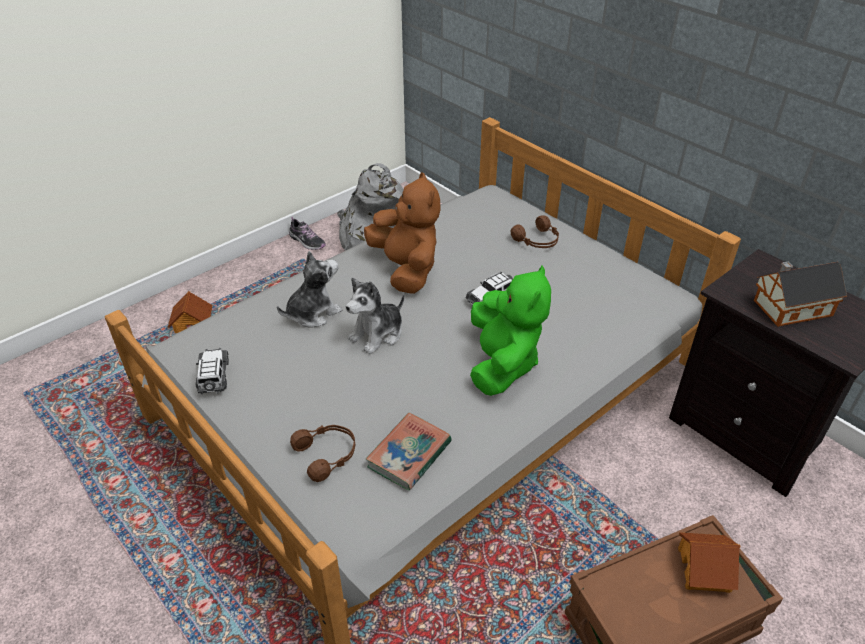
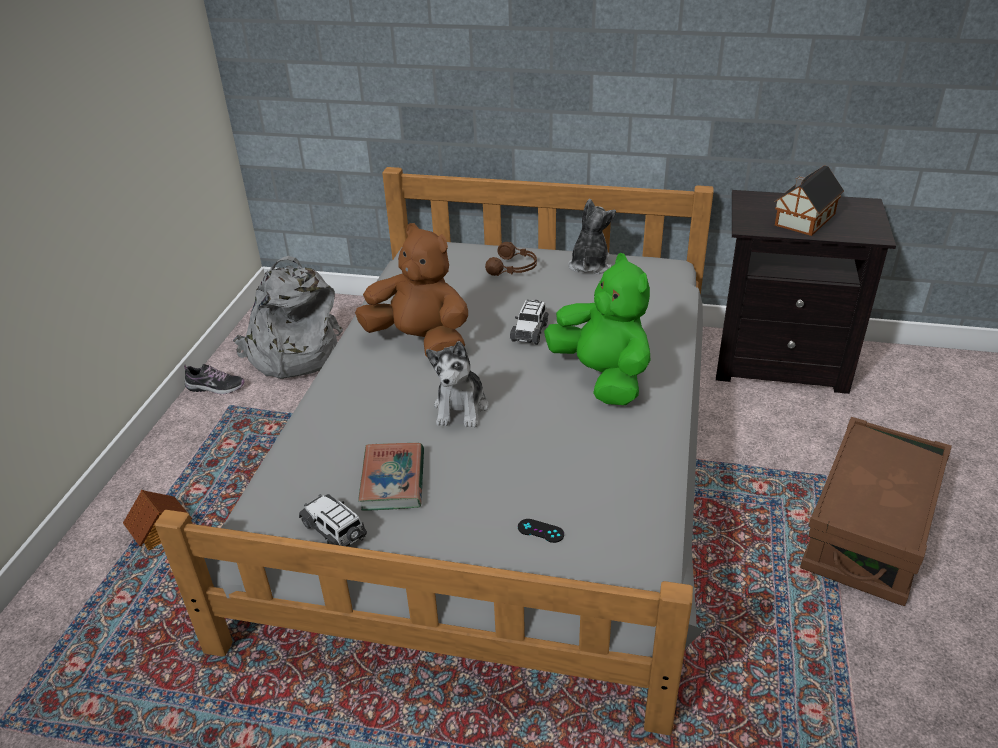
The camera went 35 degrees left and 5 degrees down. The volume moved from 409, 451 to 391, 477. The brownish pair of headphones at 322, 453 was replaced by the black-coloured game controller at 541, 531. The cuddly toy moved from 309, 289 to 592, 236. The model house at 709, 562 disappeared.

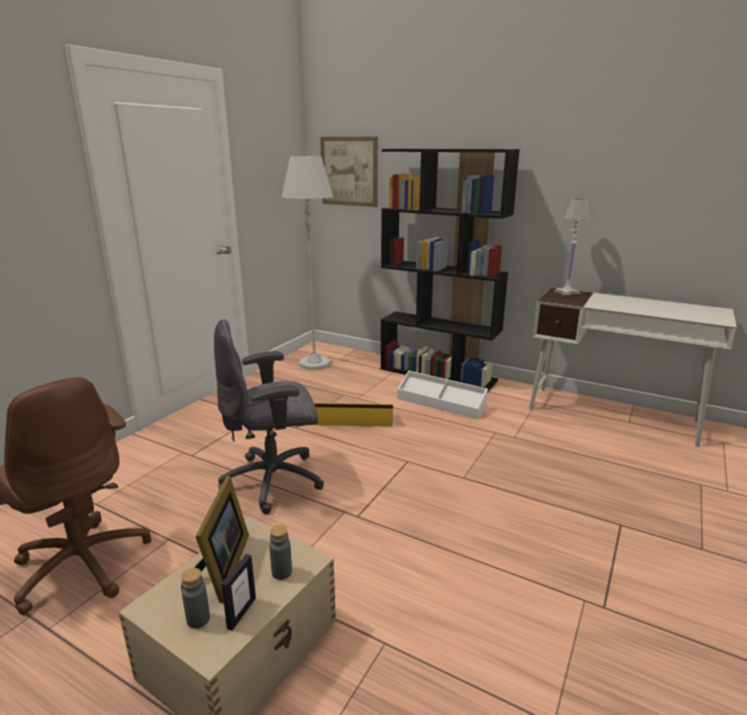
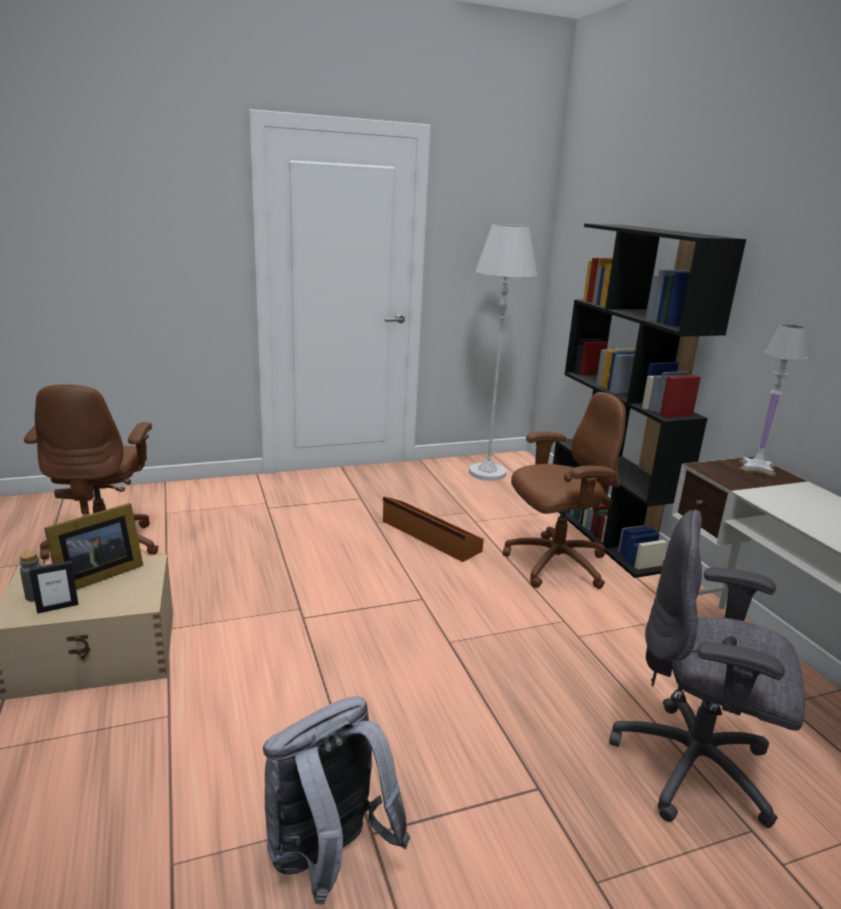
The camera went 40 degrees right and 0 degrees up. The grey backpack at 337, 800 appeared. The yellow storage container at 353, 415 became the brownish storage container at 433, 529. The white-coloured storage container at 442, 395 was replaced by the brownish desk chair at 564, 490. The grey desk chair moved from 269, 416 to 707, 669. The grey bottle at 280, 552 disappeared. The picture at 349, 171 disappeared.

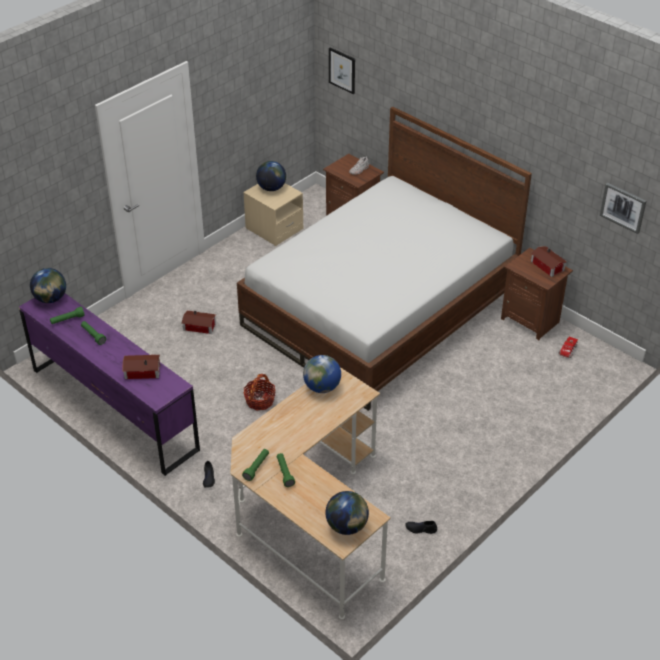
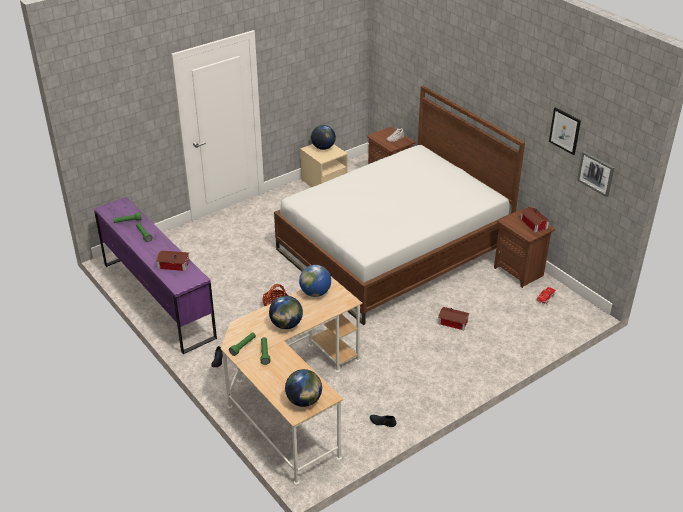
The camera went 10 degrees right and 5 degrees down. The world globe moved from 48, 285 to 286, 312. The model house moved from 199, 322 to 454, 318. The picture moved from 342, 70 to 565, 131.

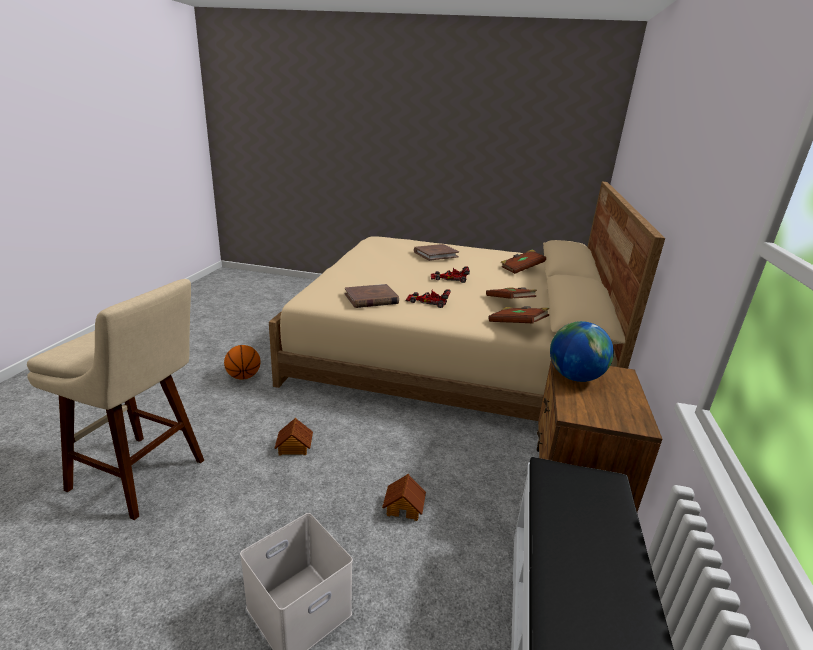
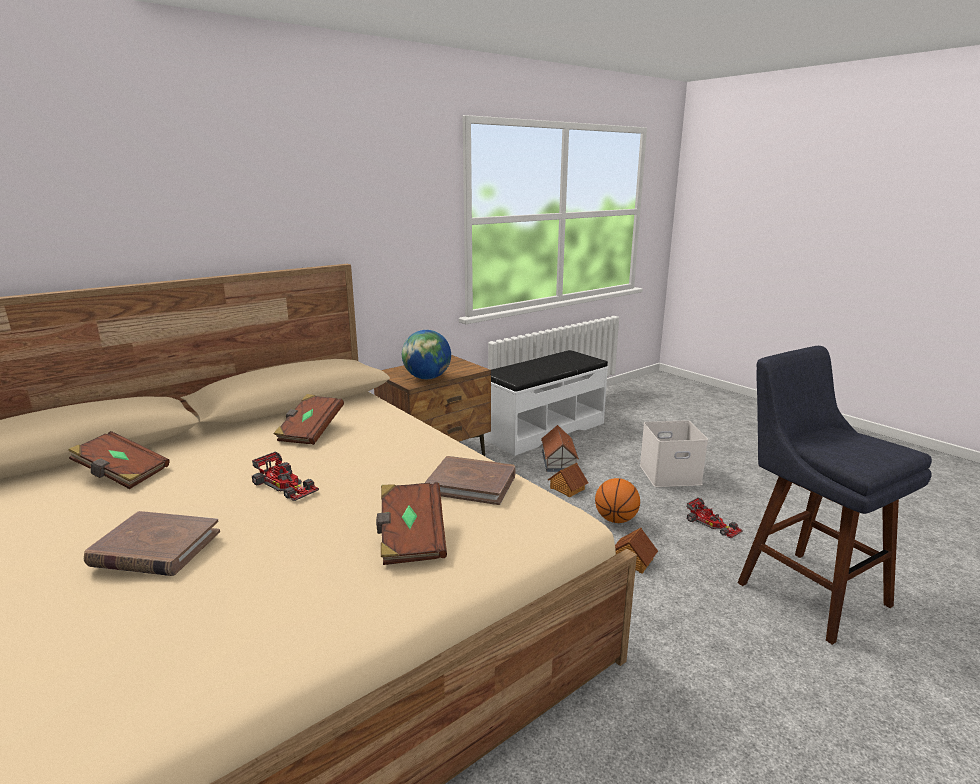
The camera went 140 degrees left and 5 degrees down. The brownish volume moved from 519, 314 to 411, 523. The model house at 560, 448 appeared. The basketball ball moved from 242, 362 to 617, 500. The miniature car moved from 428, 298 to 714, 517. The beige-coloured stool at 115, 399 became the blue-coloured stool at 835, 495.

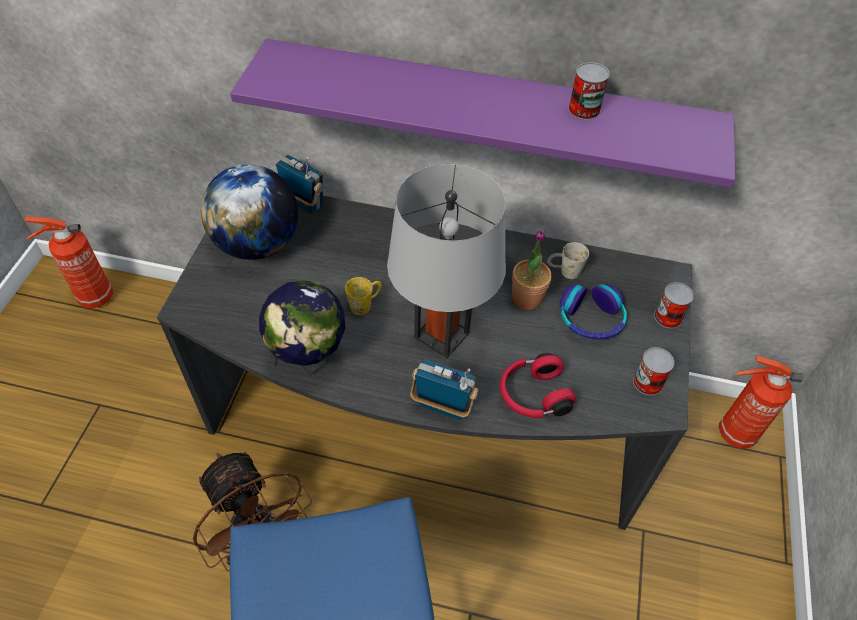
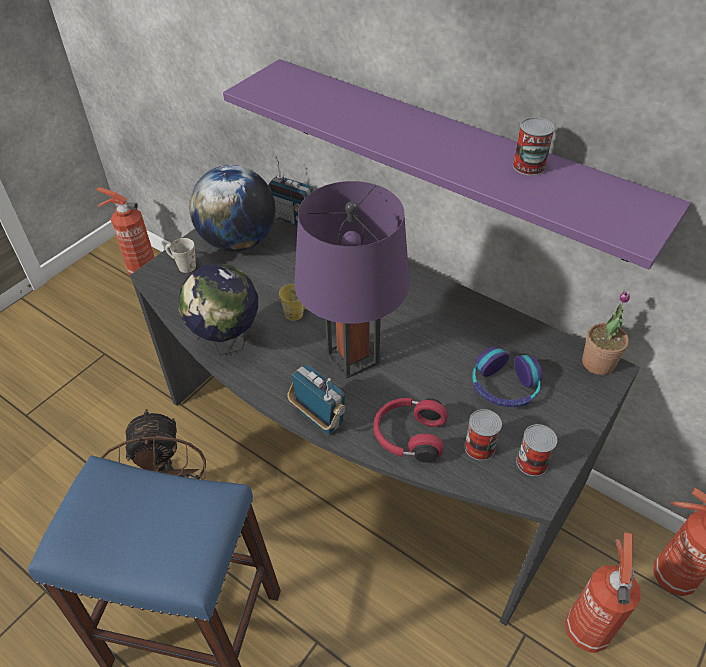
The camera went 25 degrees right and 5 degrees down. The white-coloured mug moved from 568, 260 to 180, 255. The radio at 300, 184 turned 150 degrees clockwise. The grey tabletop lamp at 446, 261 became the purplish tabletop lamp at 352, 280. The sealed can moved from 674, 305 to 483, 435. The fire-fighting cylinder at 603, 592 appeared. The houseplant moved from 532, 270 to 606, 333.

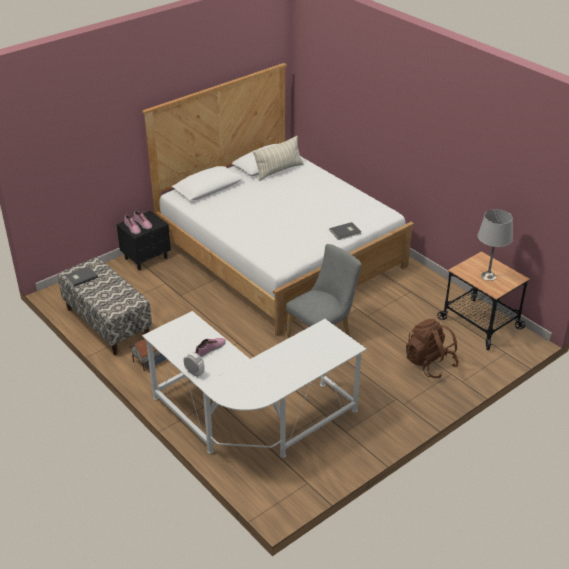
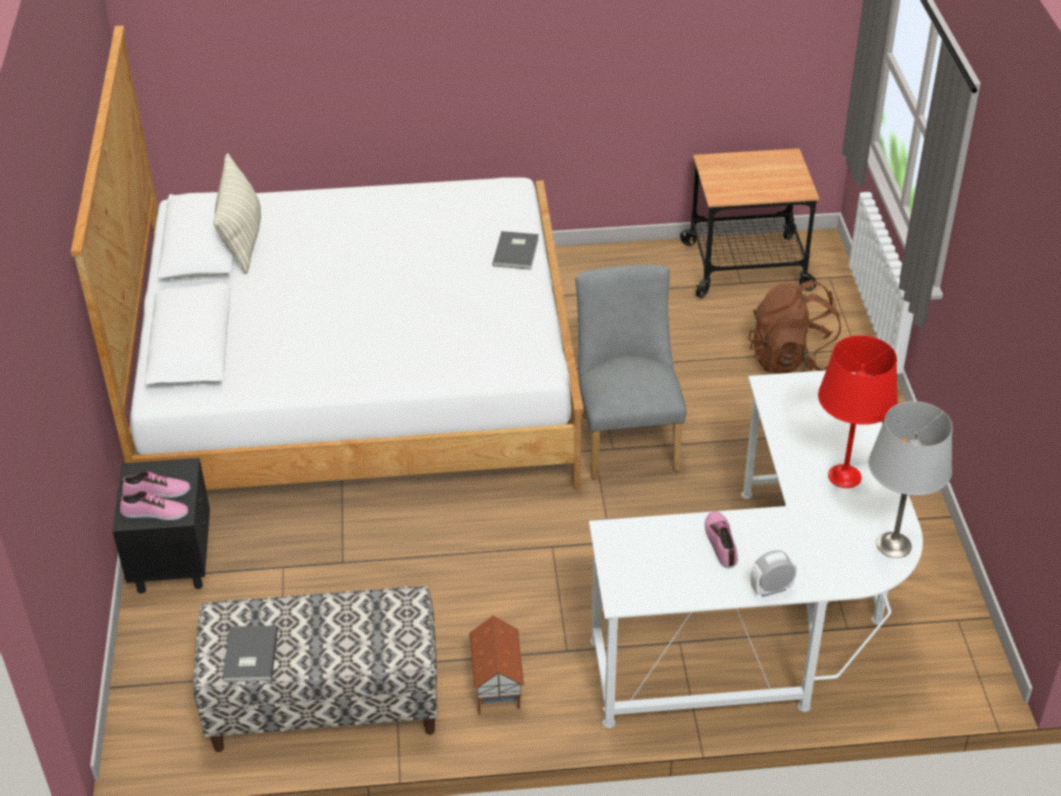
The camera went 55 degrees left and 5 degrees up. The reddish tabletop lamp at 858, 411 appeared. The grey tabletop lamp moved from 495, 245 to 910, 479.

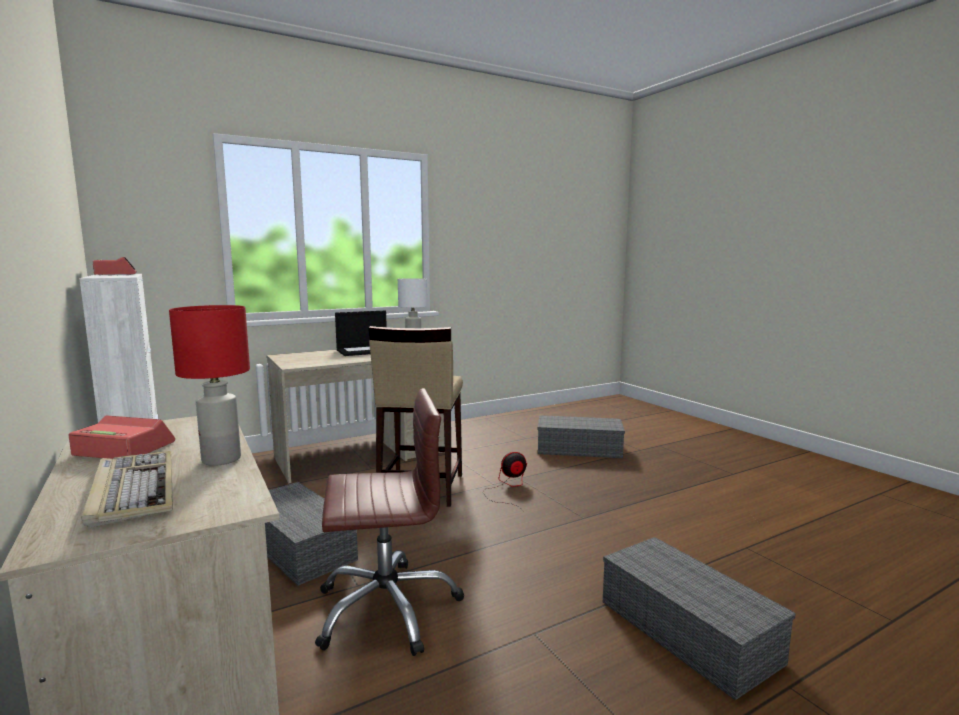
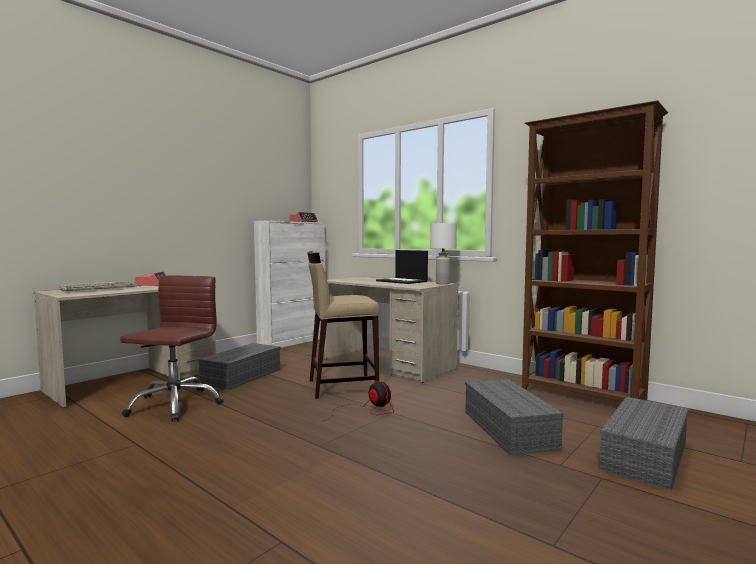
The camera went 70 degrees right and 5 degrees down. The brownish desk chair at 389, 522 turned 135 degrees counterclockwise. The brownish shelving unit at 595, 251 appeared. The grey storage container moved from 699, 618 to 644, 444. The reddish tabletop lamp at 209, 385 disappeared.

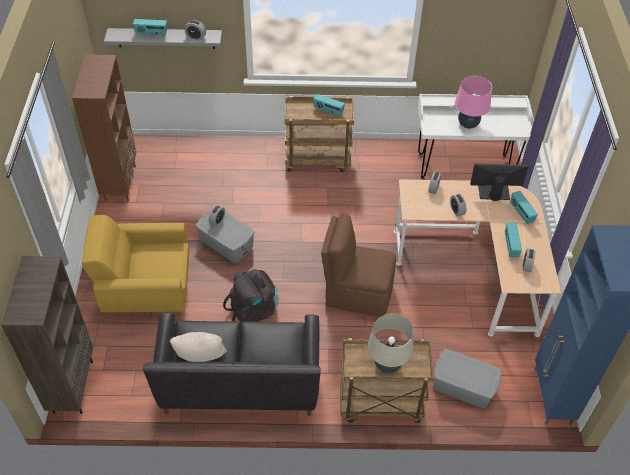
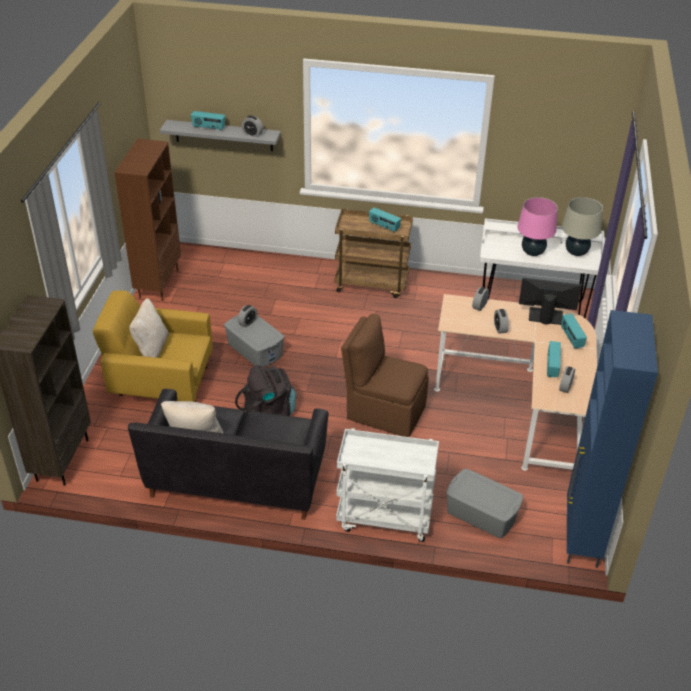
The camera went 10 degrees right and 10 degrees down. The beige-coloured throw pillow at 149, 328 appeared. The brownish wheeled cart at 387, 380 became the white-coloured wheeled cart at 387, 485. The beige-coloured tabletop lamp moved from 391, 343 to 582, 226.

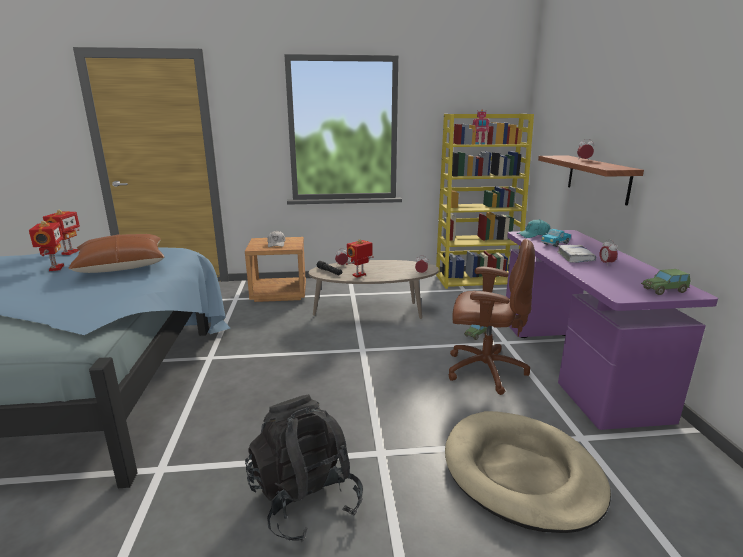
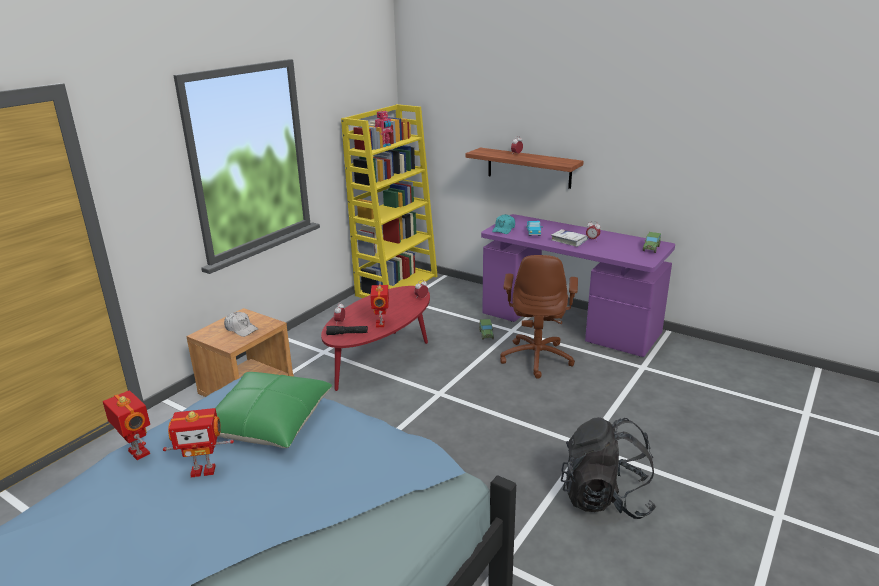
The camera went 50 degrees left and 5 degrees up. The model robot at 46, 246 turned 150 degrees clockwise. The brownish throw pillow at 116, 253 became the greenish throw pillow at 273, 410. The beige-coloured coffee table at 374, 289 became the reddish coffee table at 375, 338. The brownish desk chair at 492, 317 turned 135 degrees clockwise. The beige-coloured dog bed at 528, 472 disappeared.

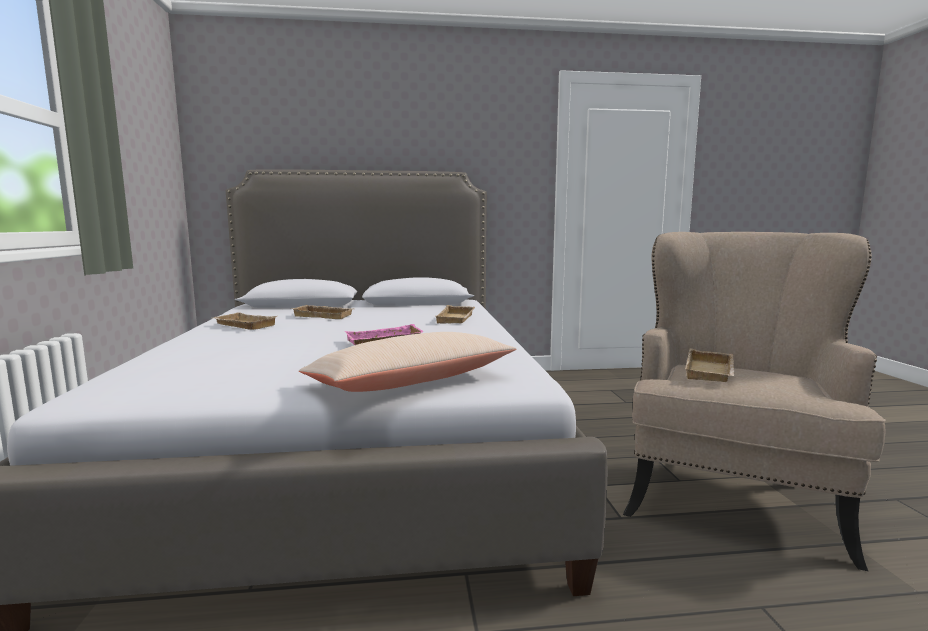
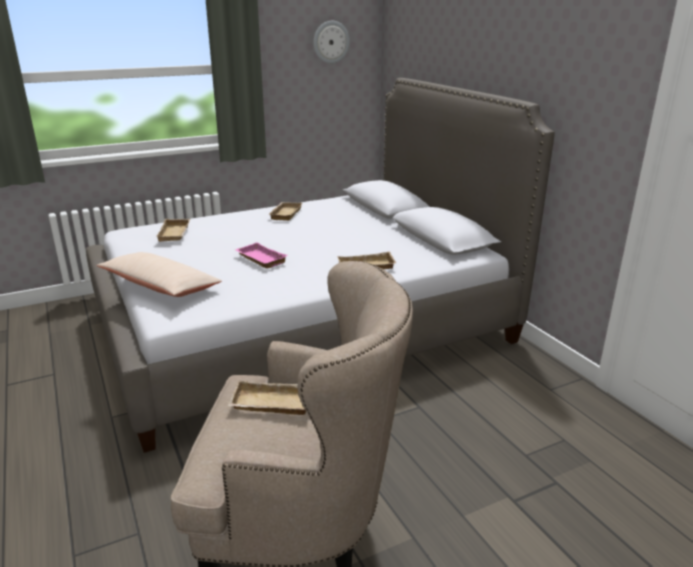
The camera went 70 degrees right and 15 degrees up. The beige-coloured tray moved from 322, 312 to 173, 230. The wall clock at 331, 42 appeared.

